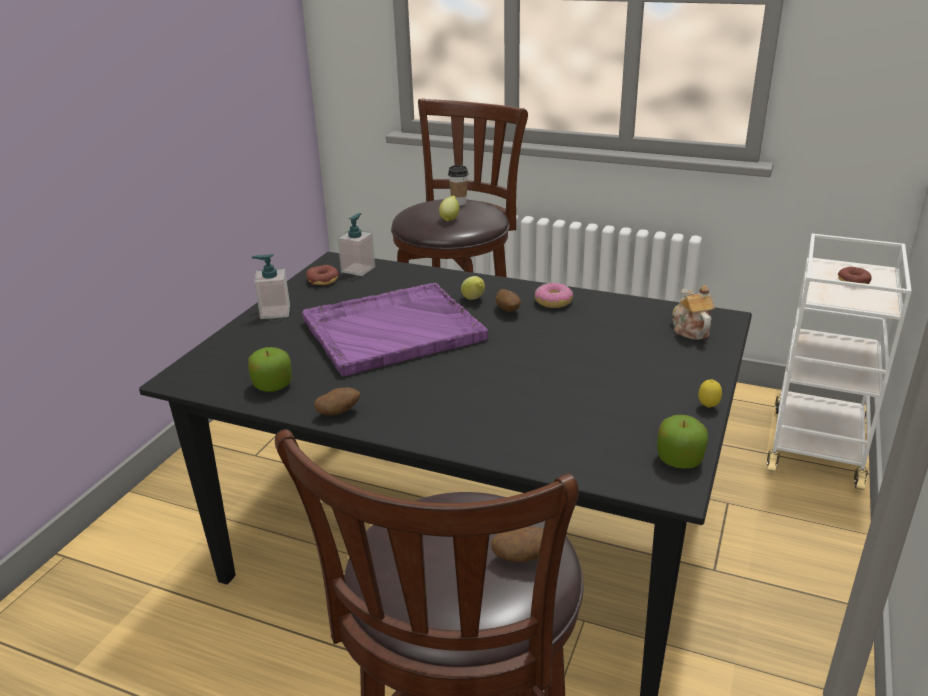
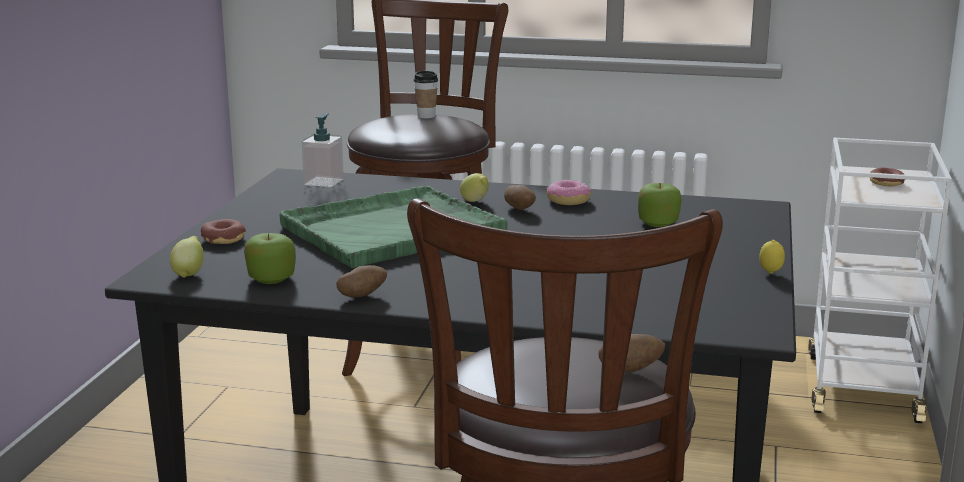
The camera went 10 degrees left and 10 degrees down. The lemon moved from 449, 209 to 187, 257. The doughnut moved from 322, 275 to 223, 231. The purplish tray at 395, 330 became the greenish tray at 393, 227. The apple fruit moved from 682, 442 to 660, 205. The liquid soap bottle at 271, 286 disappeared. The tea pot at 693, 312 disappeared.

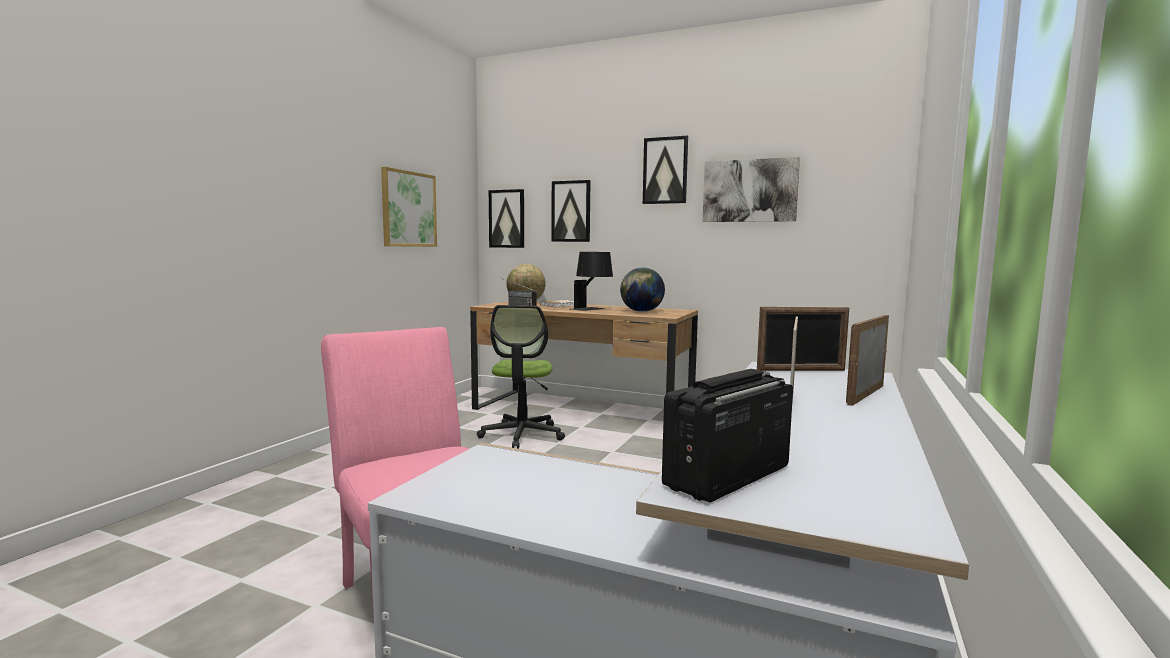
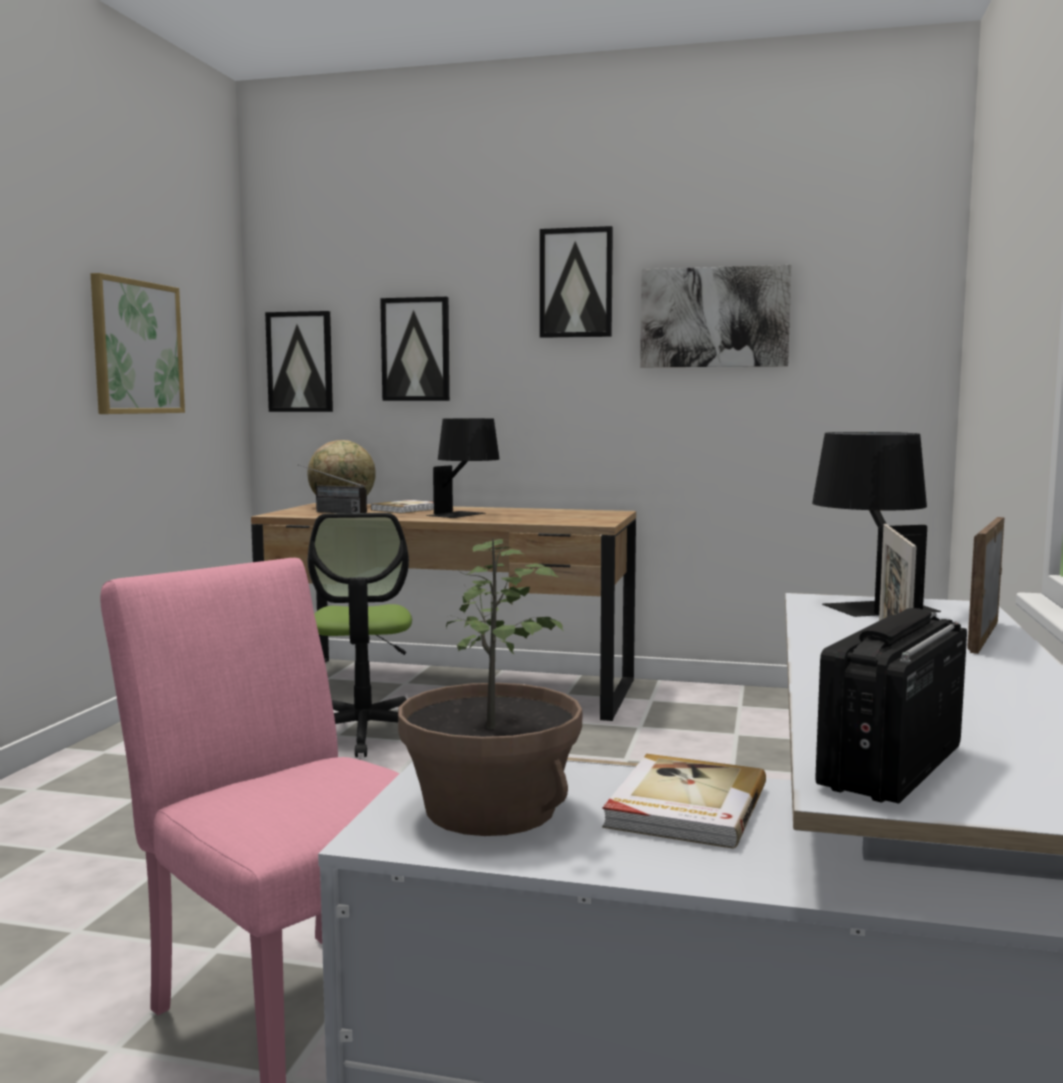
The camera went 10 degrees left and 0 degrees up. The houseplant at 490, 687 appeared. The volume at 684, 801 appeared. The picture frame at 803, 339 was replaced by the black-coloured tabletop lamp at 876, 524. The world globe at 642, 289 disappeared.

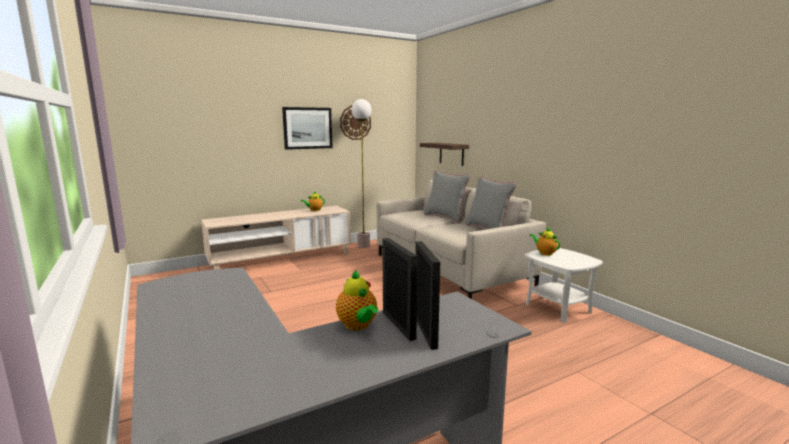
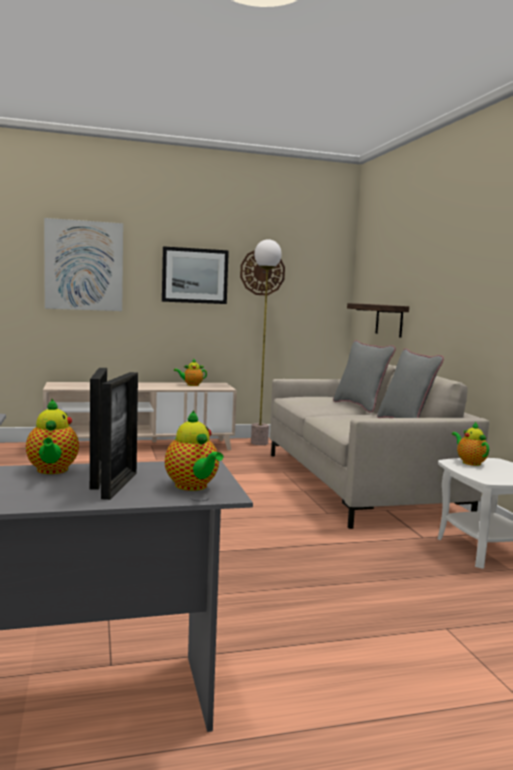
The camera went 15 degrees right and 5 degrees down. The picture at 83, 264 appeared. The tea pot at 194, 451 appeared.

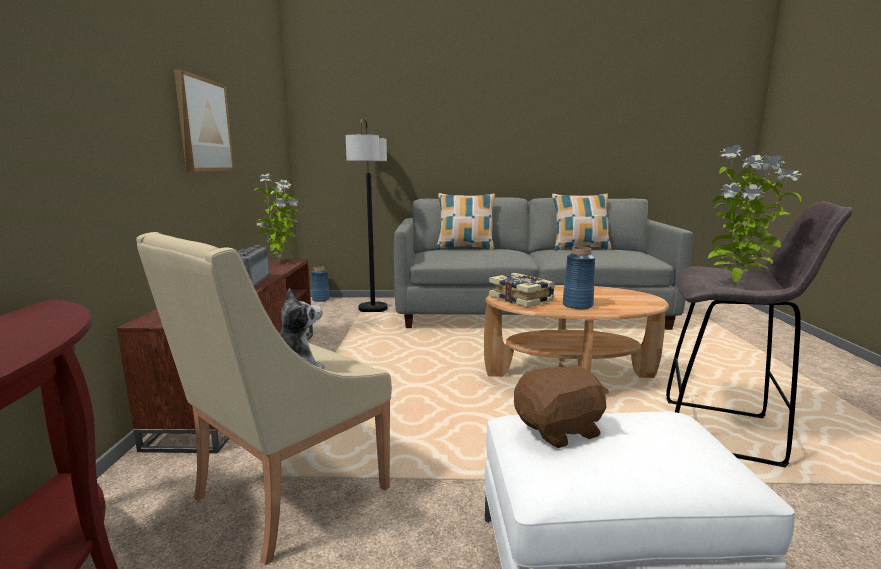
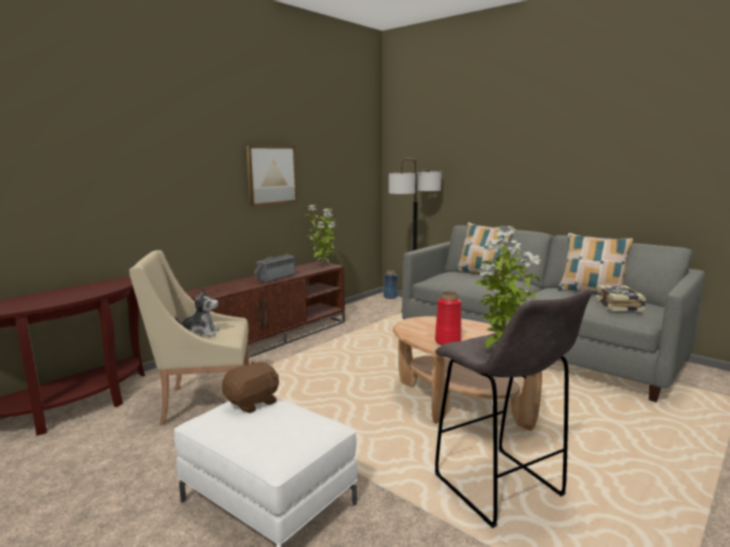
The camera went 40 degrees right and 0 degrees up. The brownish cuddly toy at 561, 405 turned 60 degrees counterclockwise. The blue-coloured flower vase at 578, 278 became the reddish flower vase at 448, 318. The volume moved from 522, 290 to 620, 298.

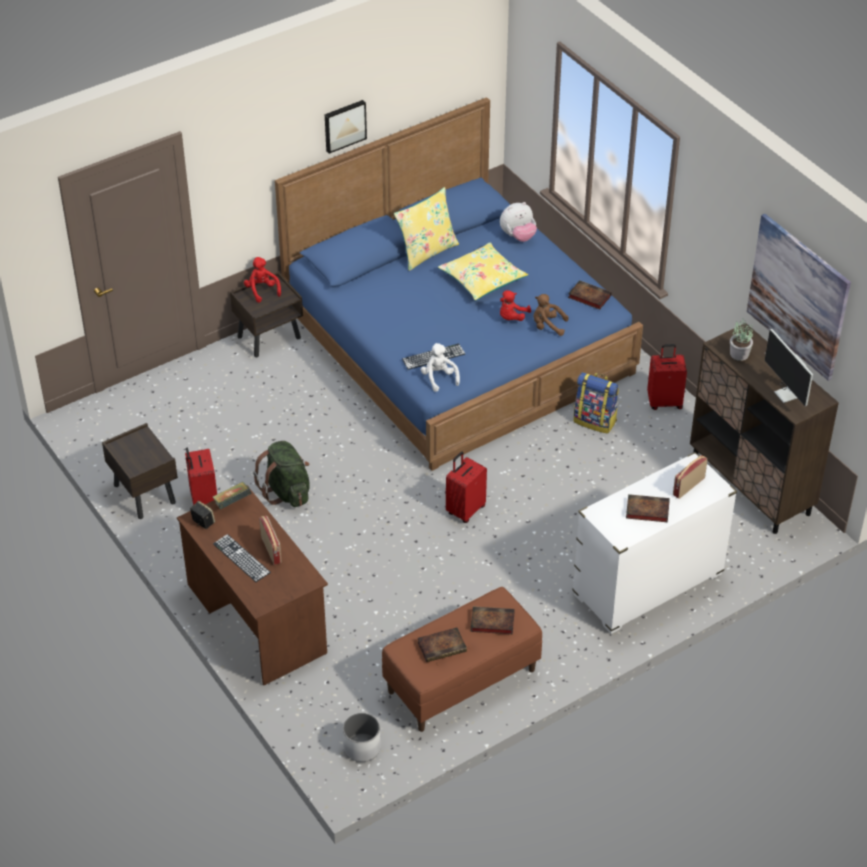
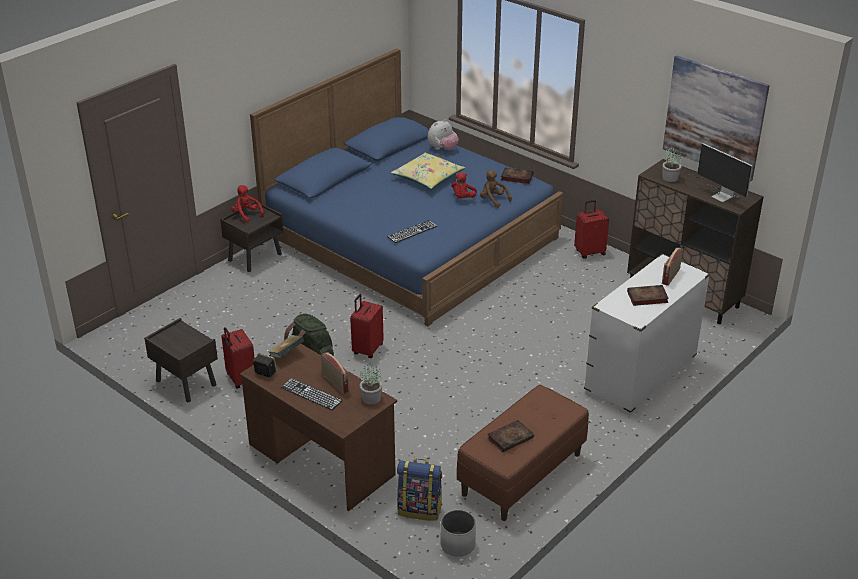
The camera went 15 degrees left and 10 degrees down. The reddish piece of luggage moved from 466, 487 to 367, 326. The houseplant at 371, 384 appeared. The backpack moved from 596, 403 to 420, 490. The brownish cuddly toy at 551, 315 turned 45 degrees clockwise. The picture at 346, 127 disappeared. The yellow throw pillow at 426, 229 disappeared. The white-coloured cuddly toy at 440, 367 disappeared. The volume at 493, 620 disappeared.

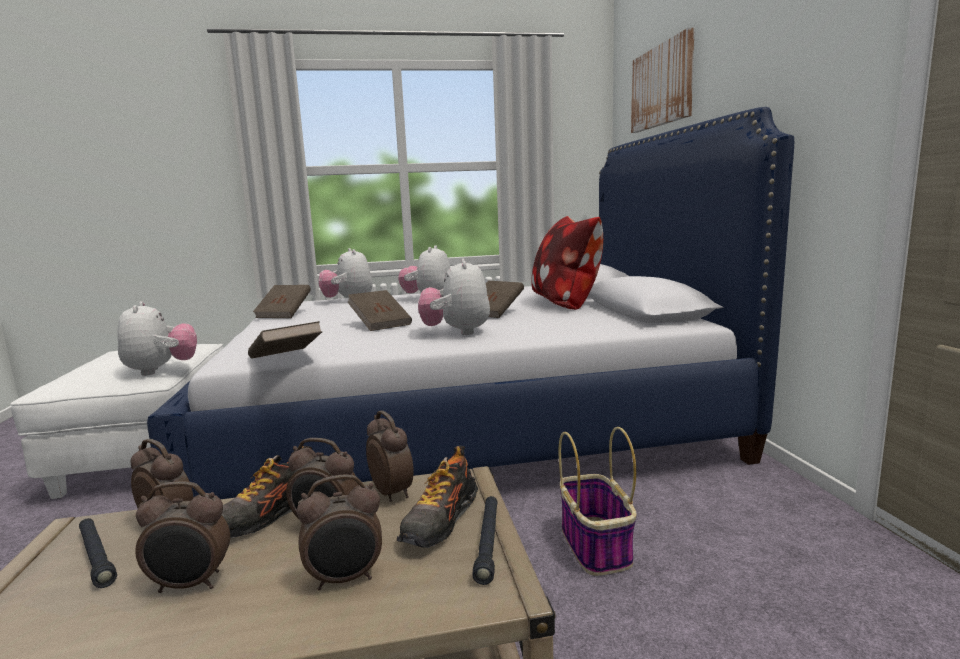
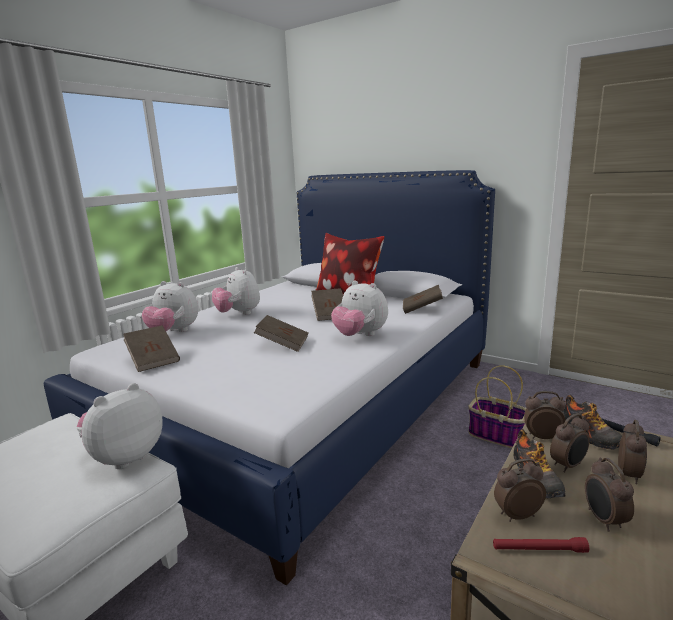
The camera went 45 degrees left and 5 degrees up. The cuddly toy at 157, 338 turned 75 degrees counterclockwise. The brownish volume moved from 285, 340 to 423, 299. The black-coloured torch at 98, 553 became the reddish torch at 541, 545. The bedside clock at 182, 537 turned 135 degrees clockwise. The picture at 663, 80 disappeared.

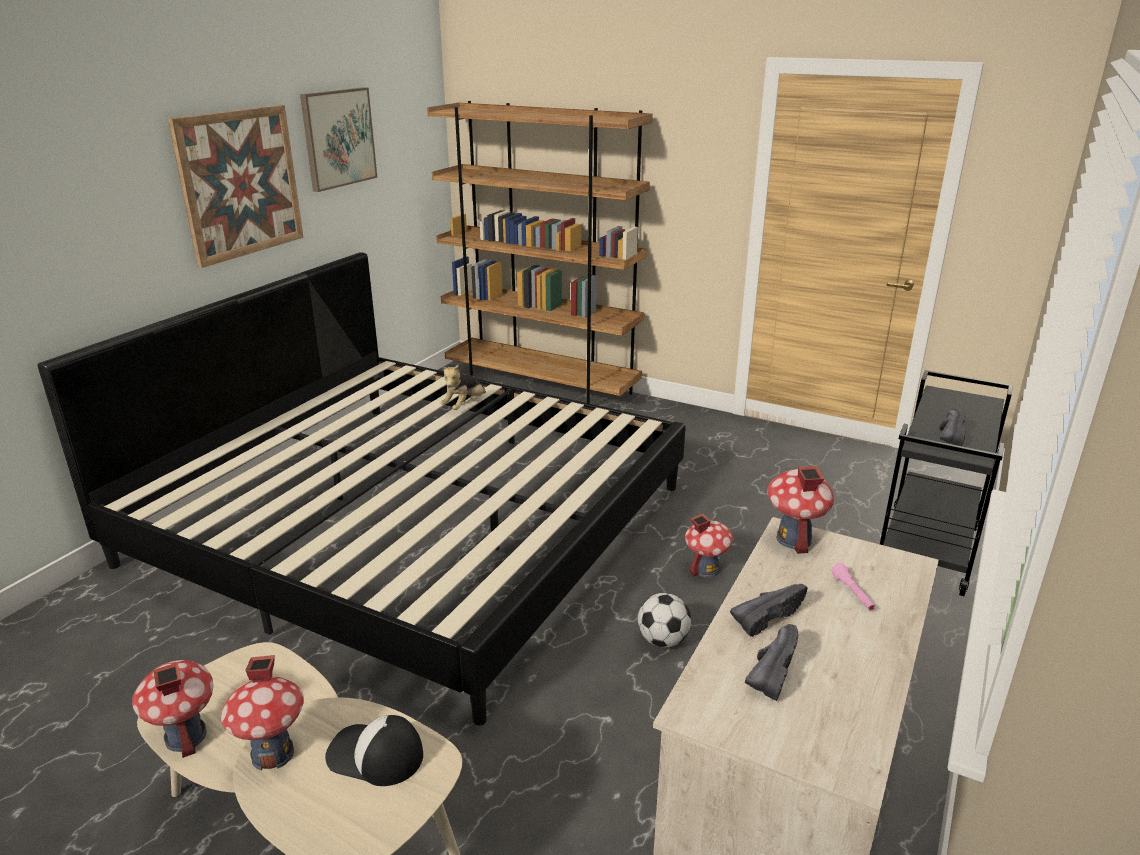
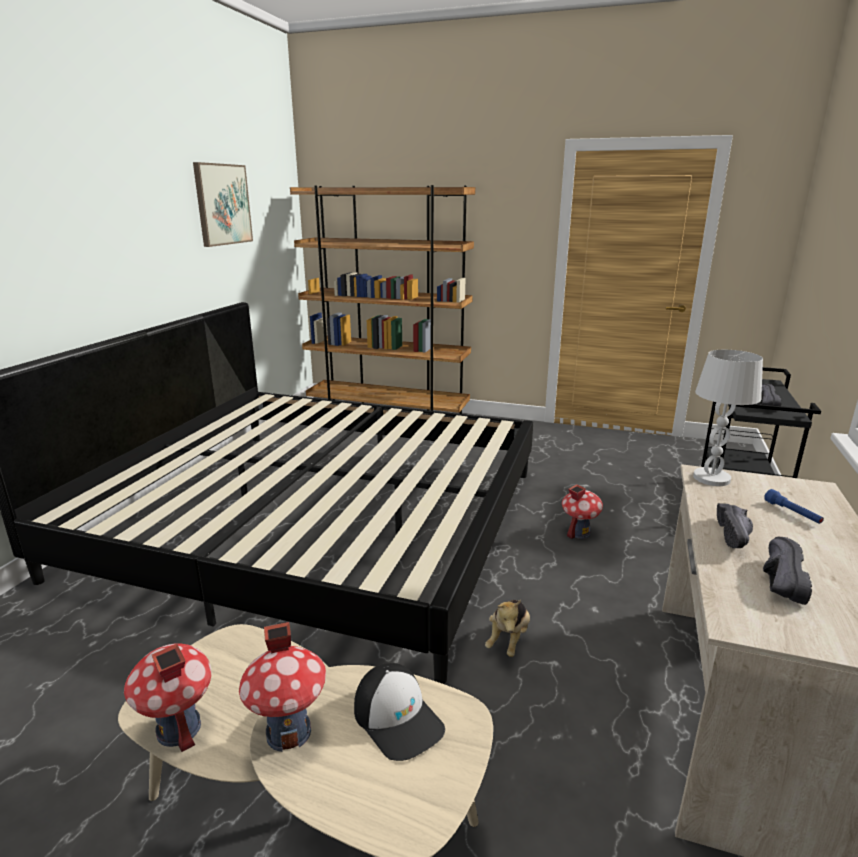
The camera went 10 degrees left and 5 degrees down. The cap at 374, 750 turned 135 degrees counterclockwise. The cuddly toy moved from 463, 387 to 507, 628. The model house at 800, 510 was replaced by the white-coloured tabletop lamp at 728, 418. The black-coloured item of footwear at 769, 610 turned 150 degrees clockwise. The pinkish torch at 853, 587 became the blue-coloured torch at 794, 506. The picture at 236, 186 disappeared. The ball for football at 664, 620 disappeared.

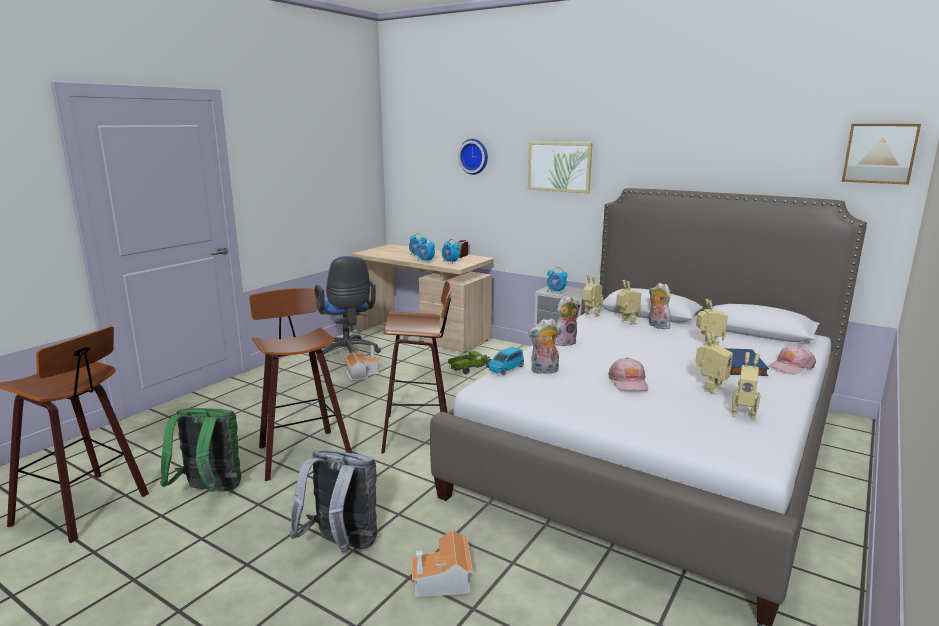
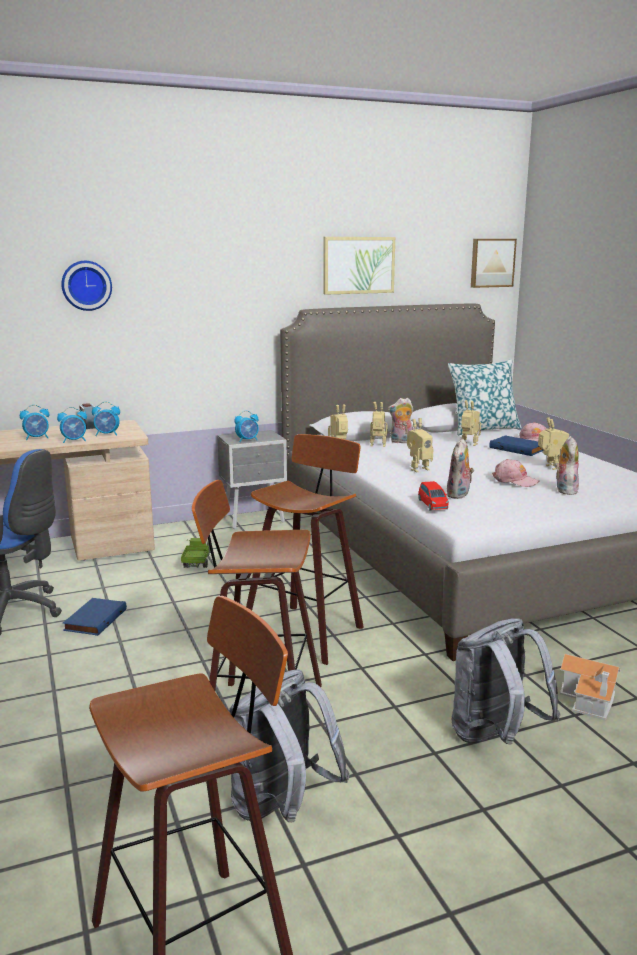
The camera went 55 degrees left and 0 degrees up. The model house at 361, 363 was replaced by the blue-coloured volume at 95, 617. The greenish backpack at 201, 450 became the grey backpack at 289, 745. The picture moved from 560, 167 to 359, 266. The model robot moved from 746, 386 to 420, 445. The blue-coloured miniature car at 506, 361 became the reddish miniature car at 433, 495. The throw pillow at 485, 397 appeared. The cuddly toy moved from 567, 321 to 566, 465.

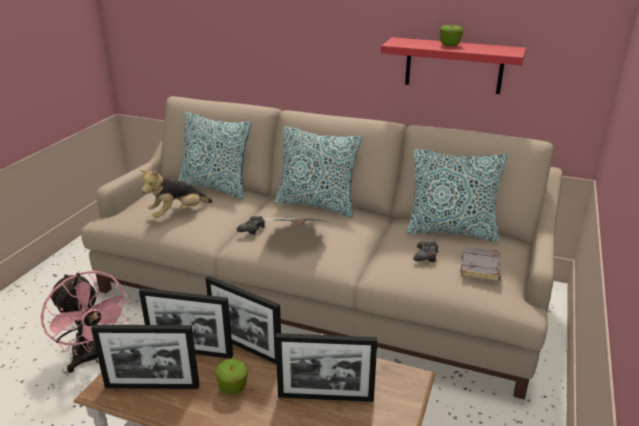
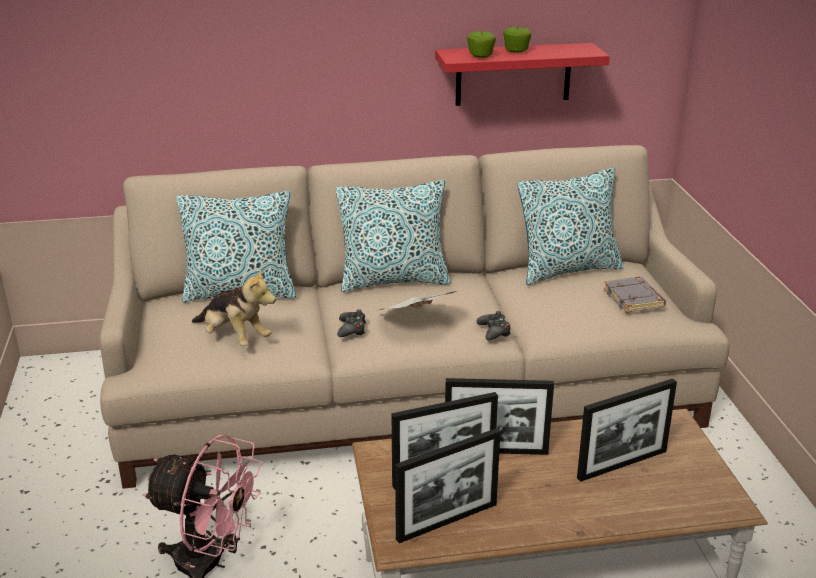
The camera went 30 degrees left and 0 degrees up. The cuddly toy at 176, 194 turned 75 degrees counterclockwise. The apple fruit moved from 231, 376 to 481, 44. The black-coloured game controller moved from 425, 251 to 493, 325.

